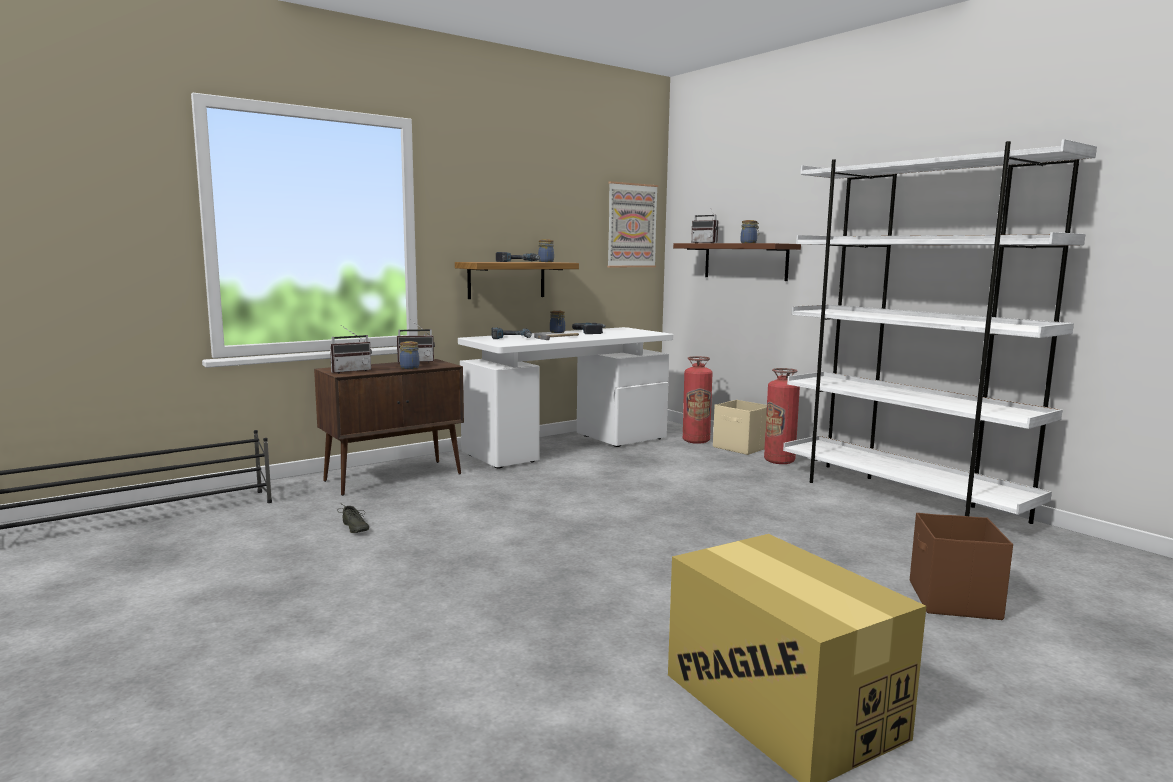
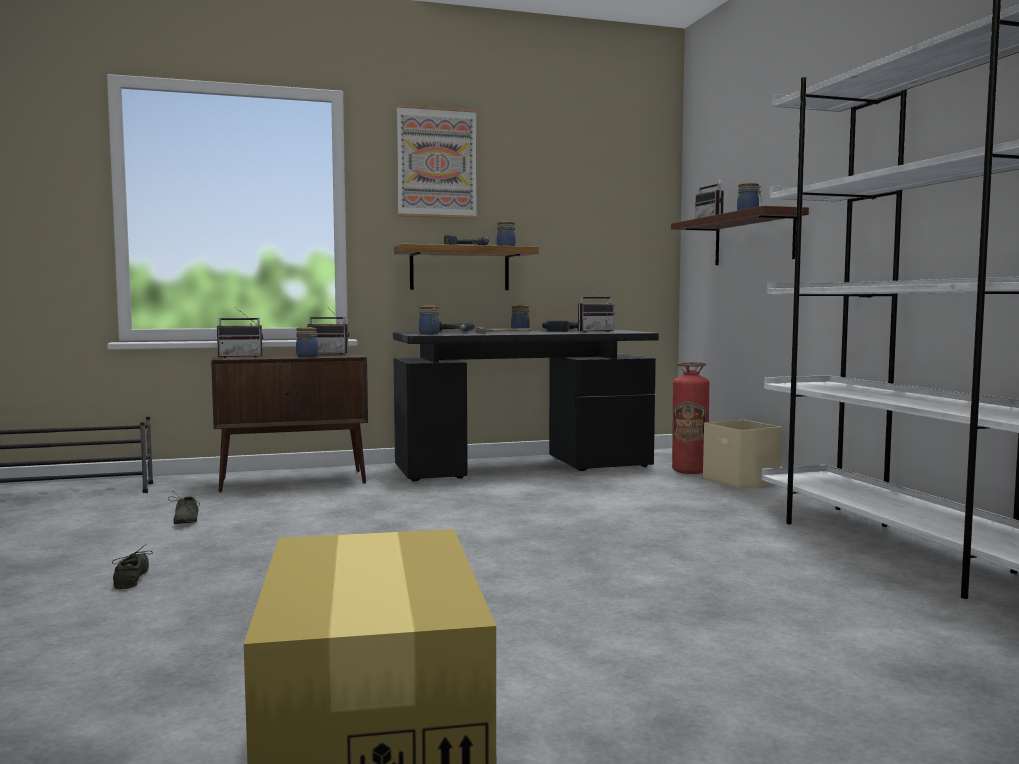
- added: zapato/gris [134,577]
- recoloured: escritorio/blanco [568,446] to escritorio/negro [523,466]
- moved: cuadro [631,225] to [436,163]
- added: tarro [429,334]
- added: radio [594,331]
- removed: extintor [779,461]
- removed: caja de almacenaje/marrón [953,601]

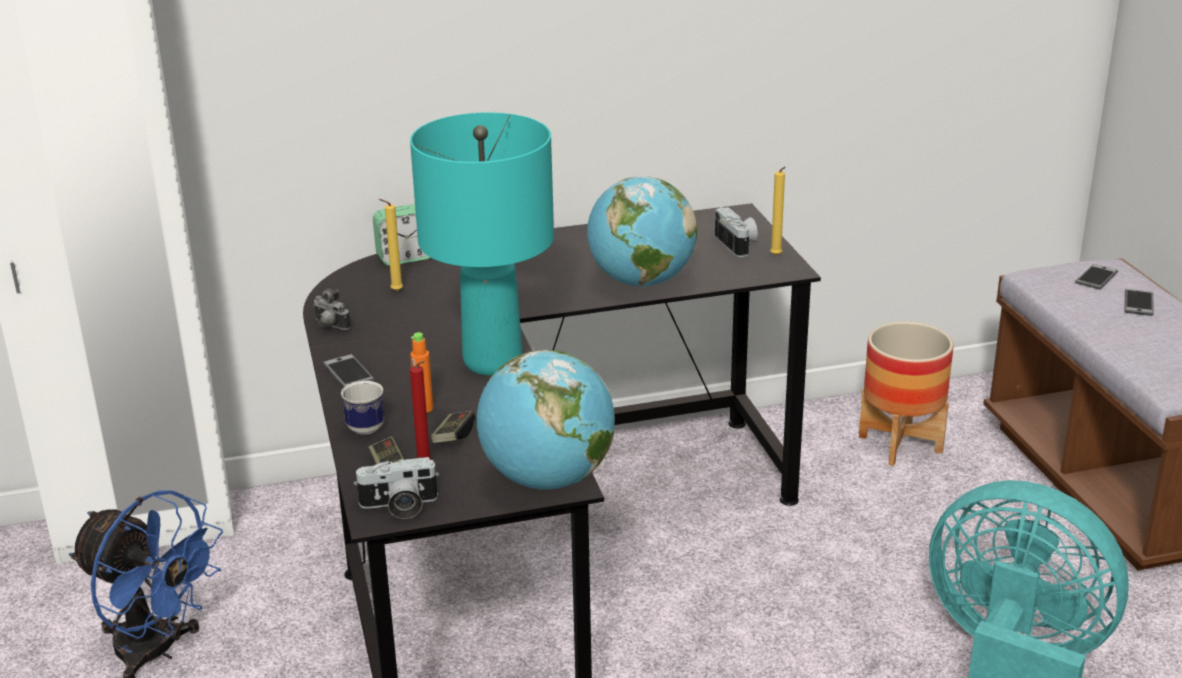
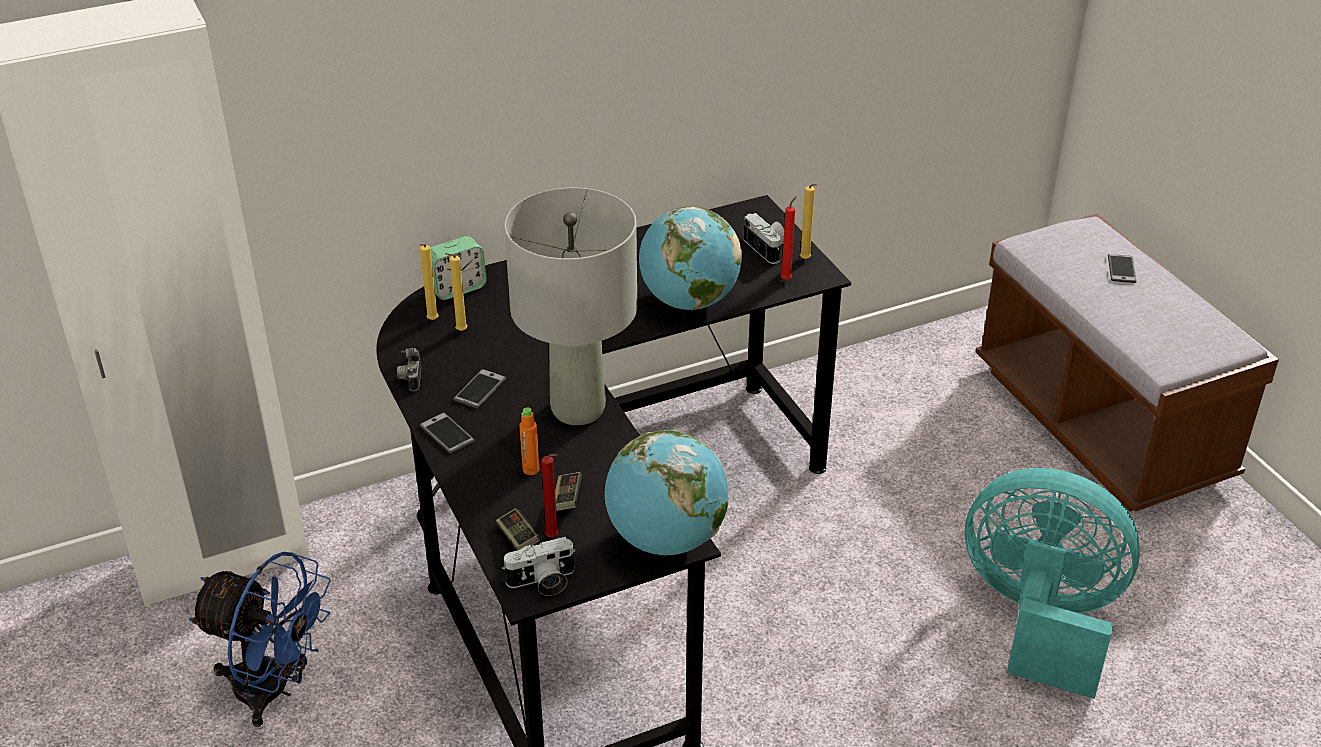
- turned: cámara [329,326] = [410,379] 60 degrees clockwise
- added: vela/amarillo [432,321]
- moved: móvil [1096,278] to [480,390]
- recoloured: lámpara de mesa/turquesa [494,361] to lámpara de mesa/gris [579,408]
- added: vela/rojo [787,279]
- removed: taza grande [363,425]
- removed: maceta [900,444]

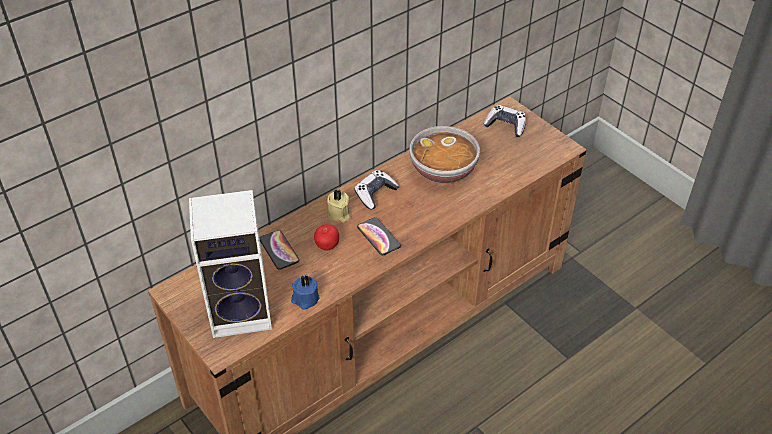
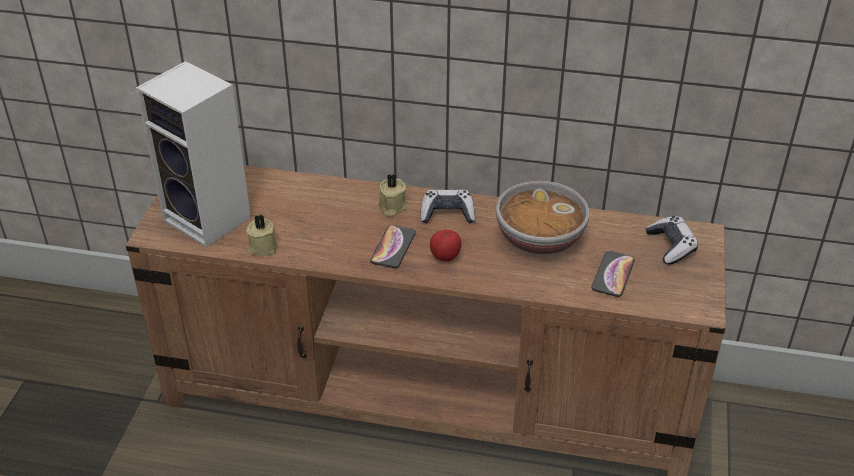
- recoloured: vela/azul [305,299] to vela/beis [262,246]
- moved: manzana [327,247] to [445,258]
- moved: móvil [279,250] to [613,274]

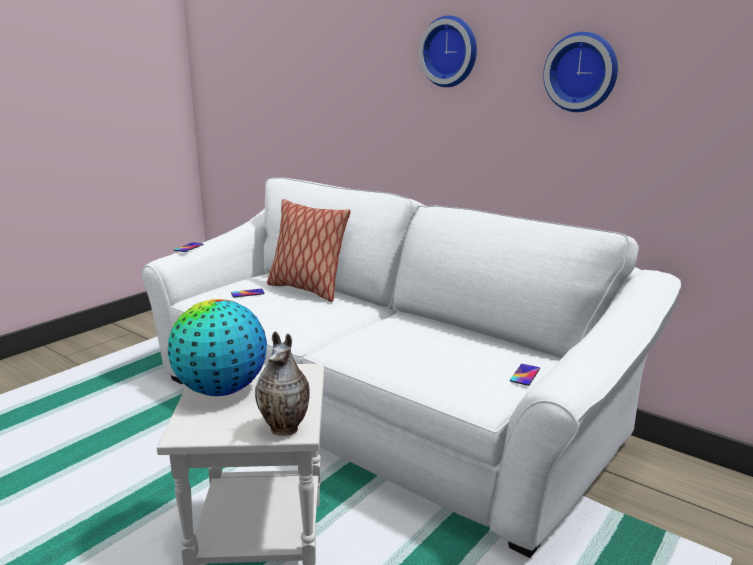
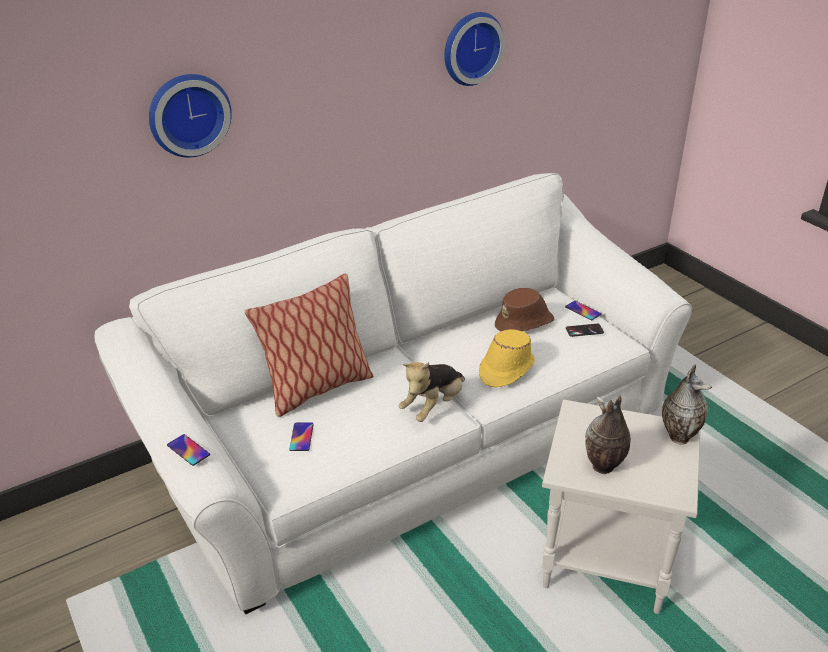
- moved: reloj de pared [450,52] to [188,114]
- added: peluche [433,406]
- added: sombrero/amarillo [506,369]
- added: sombrero/marrón [525,323]
- added: móvil [584,330]
- replaced: globo terráqueo [221,390] to florero [603,467]

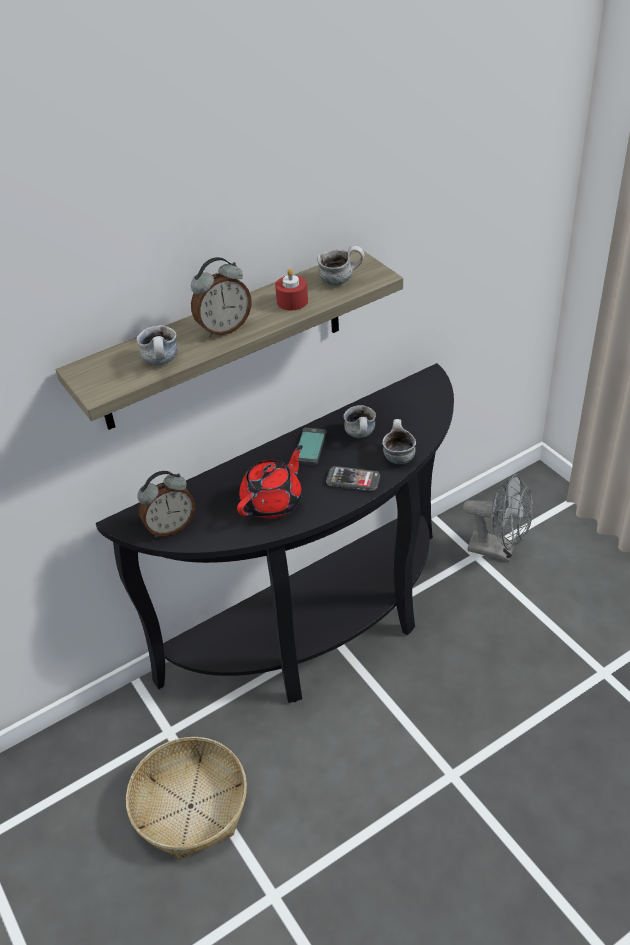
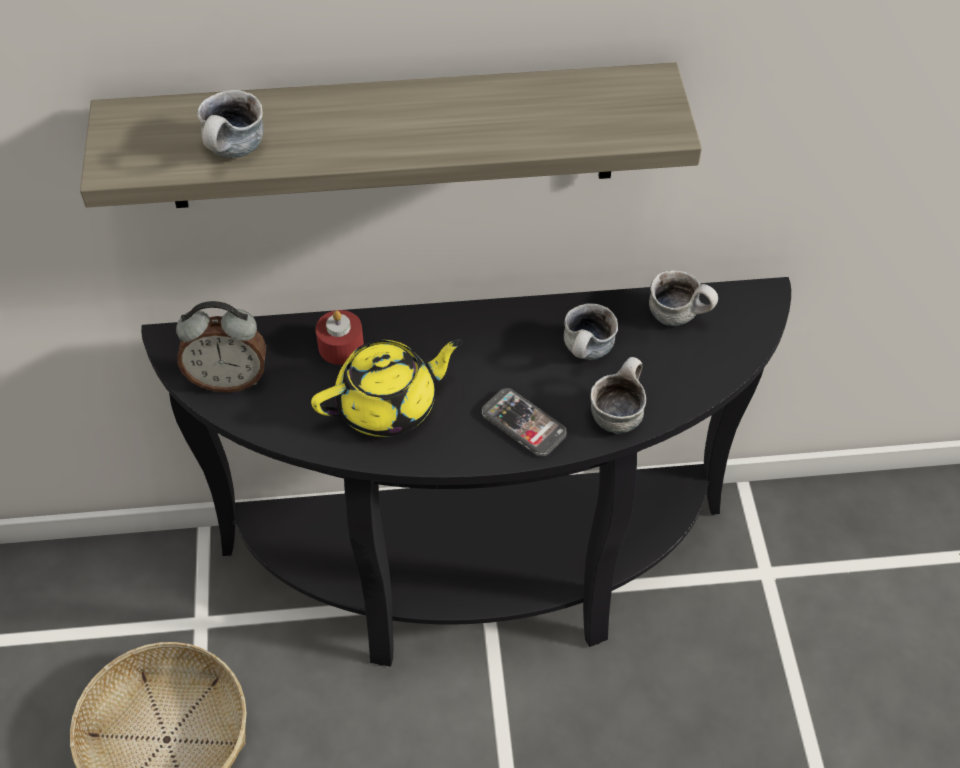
- recoloured: tetera/rojo [273,502] to tetera/amarillo [389,405]
- moved: vela/rojo [292,301] to [341,346]
- moved: taza grande [341,279] to [680,315]
- removed: despertador [224,328]
- removed: móvil [310,447]
- removed: ventilador/gris [498,550]

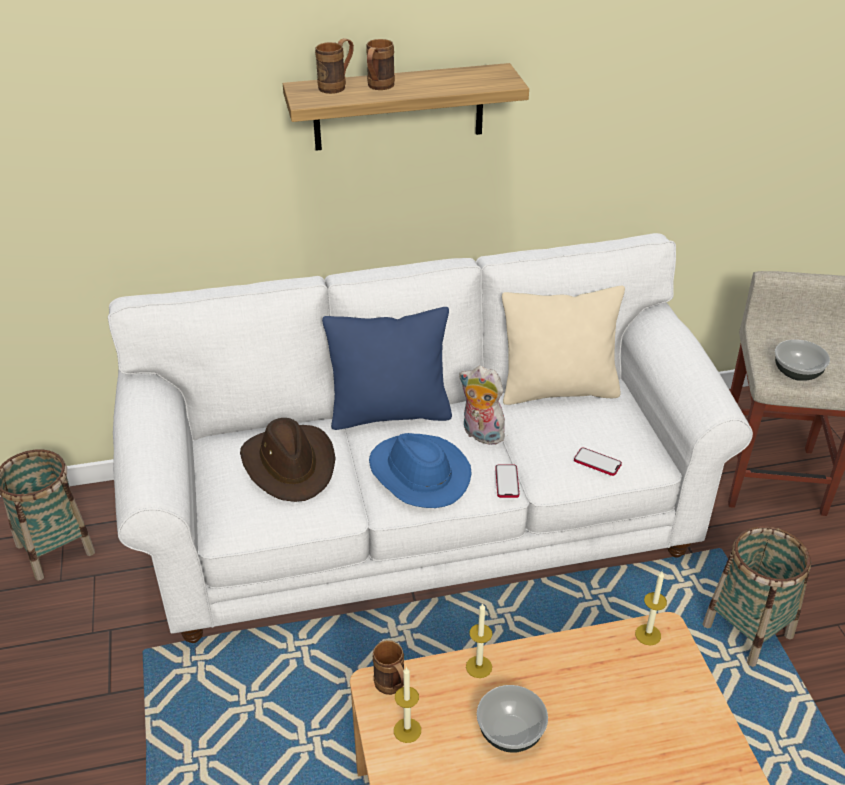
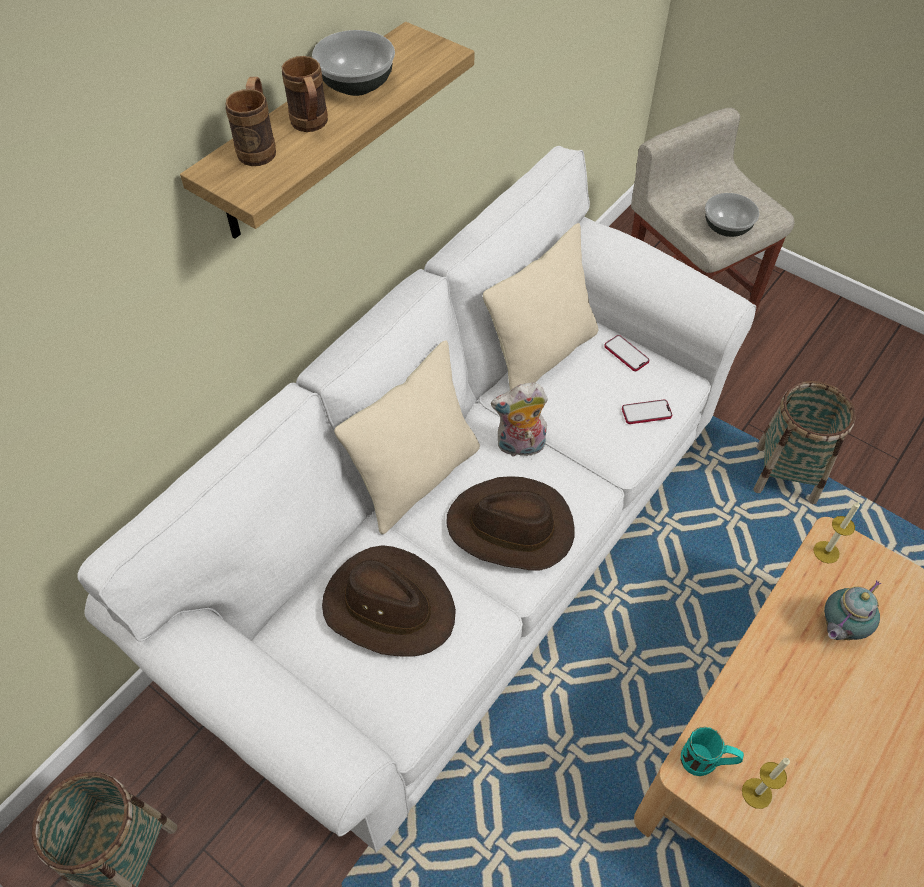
- moved: cuenco [509,732] to [355,85]
- recoloured: cojín/azul [390,413] to cojín/beis [417,478]
- recoloured: sombrero/azul [418,474] to sombrero/marrón [511,528]
- moved: móvil [507,482] to [626,354]
- recoloured: taza grande/marrón [393,688] to taza grande/turquesa [705,763]
- added: tetera [839,628]
- removed: vela [479,667]

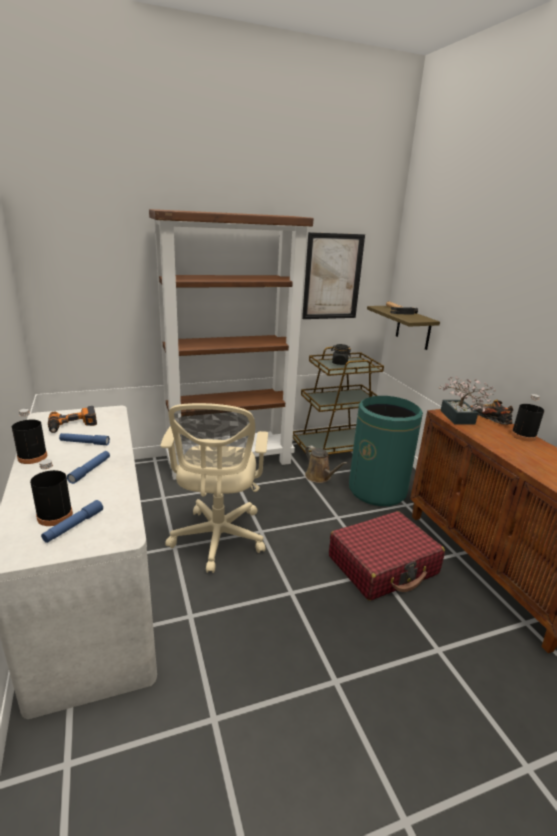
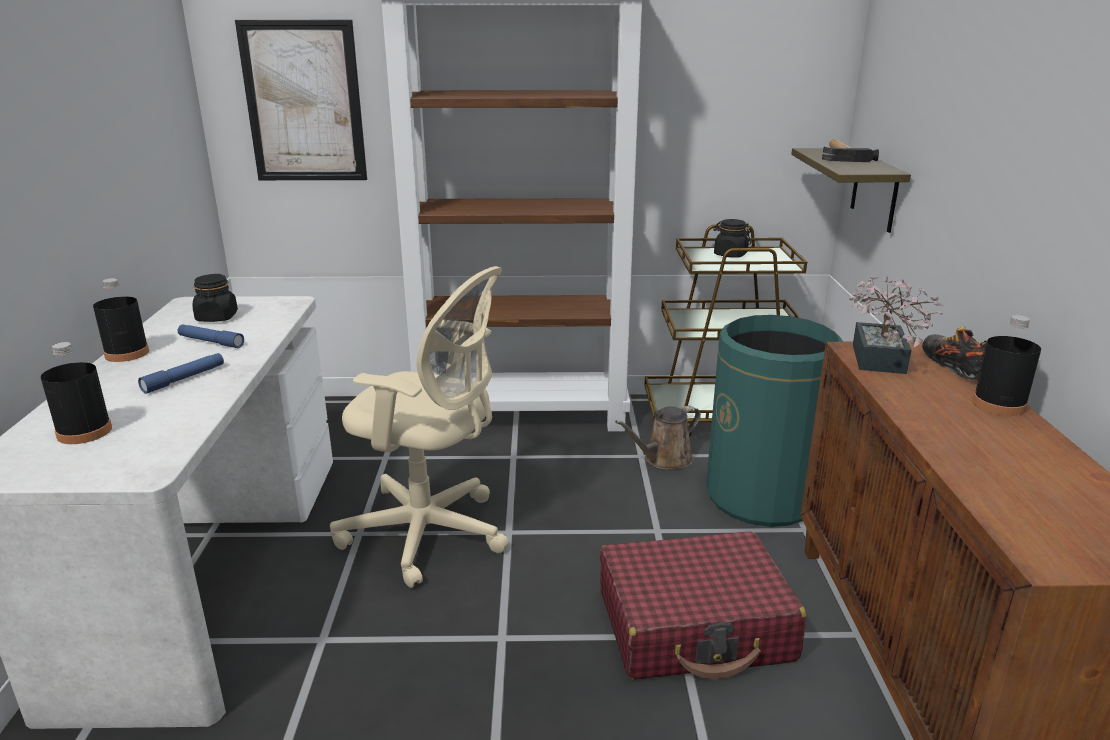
- replaced: taladro [73,425] to tarro/negro [217,317]
- moved: cuadro [332,277] to [304,102]
- turned: silla de oficina/beis [217,540] = [430,534] 90 degrees counterclockwise
- turned: regadera/marrón [319,477] = [664,460] 75 degrees clockwise
- removed: linterna/azul [74,526]

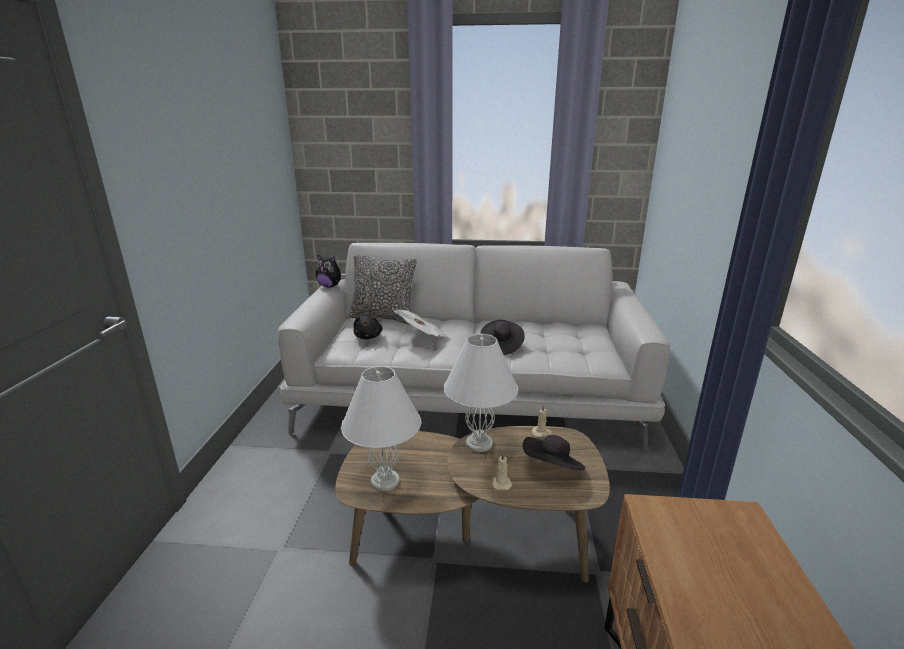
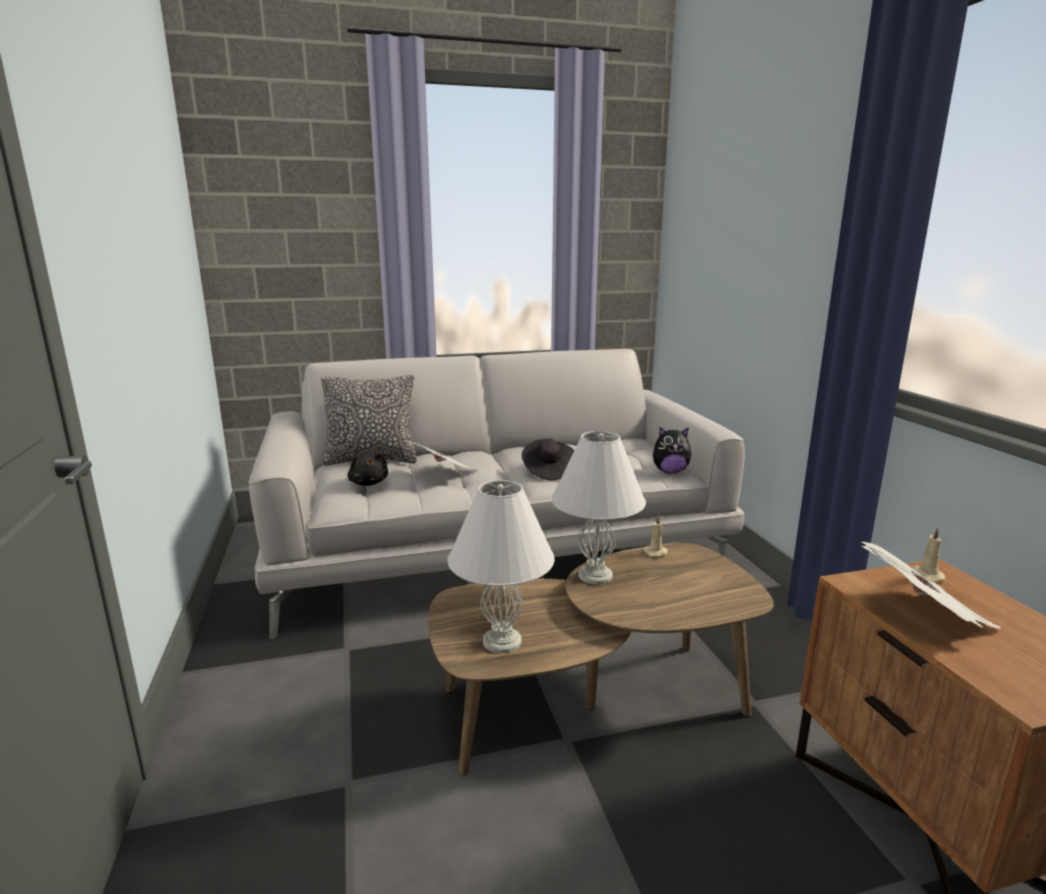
- moved: peluche [330,286] to [670,471]
- added: periódico [922,616]
- moved: vela/beis [501,483] to [925,575]
- removed: sombrero/negro [552,468]

